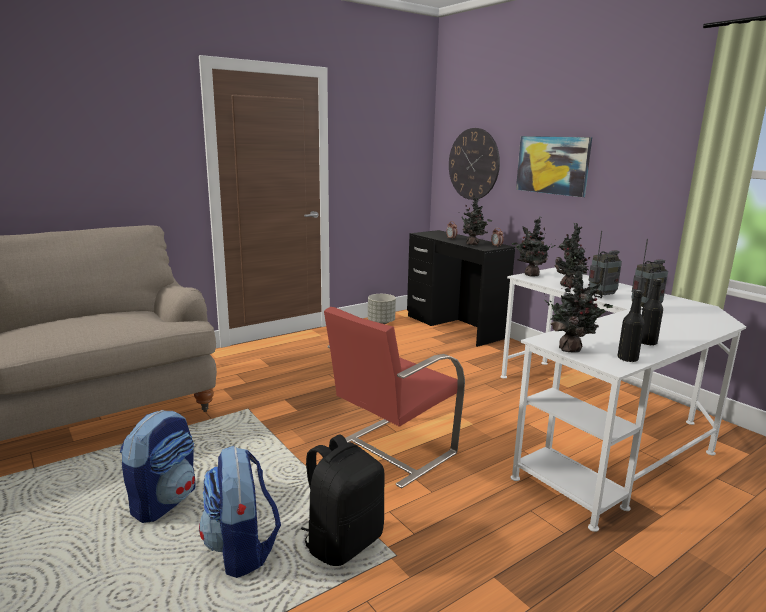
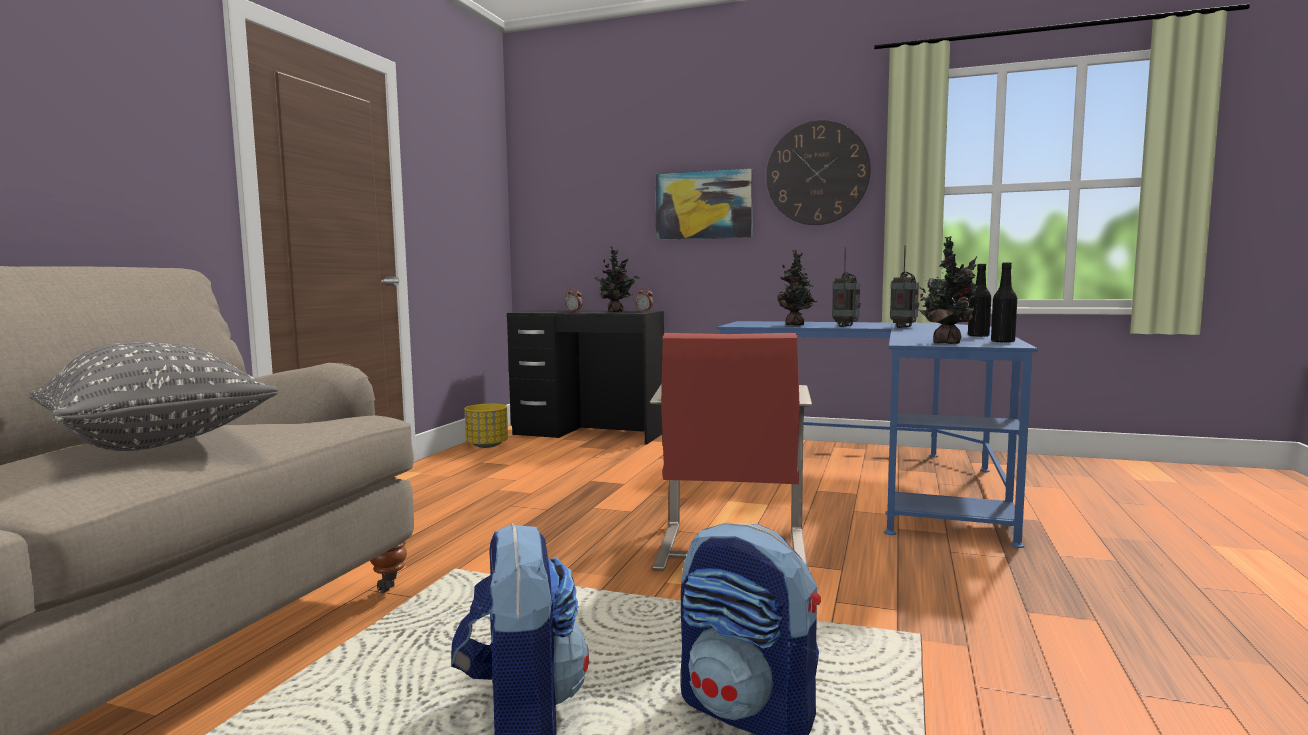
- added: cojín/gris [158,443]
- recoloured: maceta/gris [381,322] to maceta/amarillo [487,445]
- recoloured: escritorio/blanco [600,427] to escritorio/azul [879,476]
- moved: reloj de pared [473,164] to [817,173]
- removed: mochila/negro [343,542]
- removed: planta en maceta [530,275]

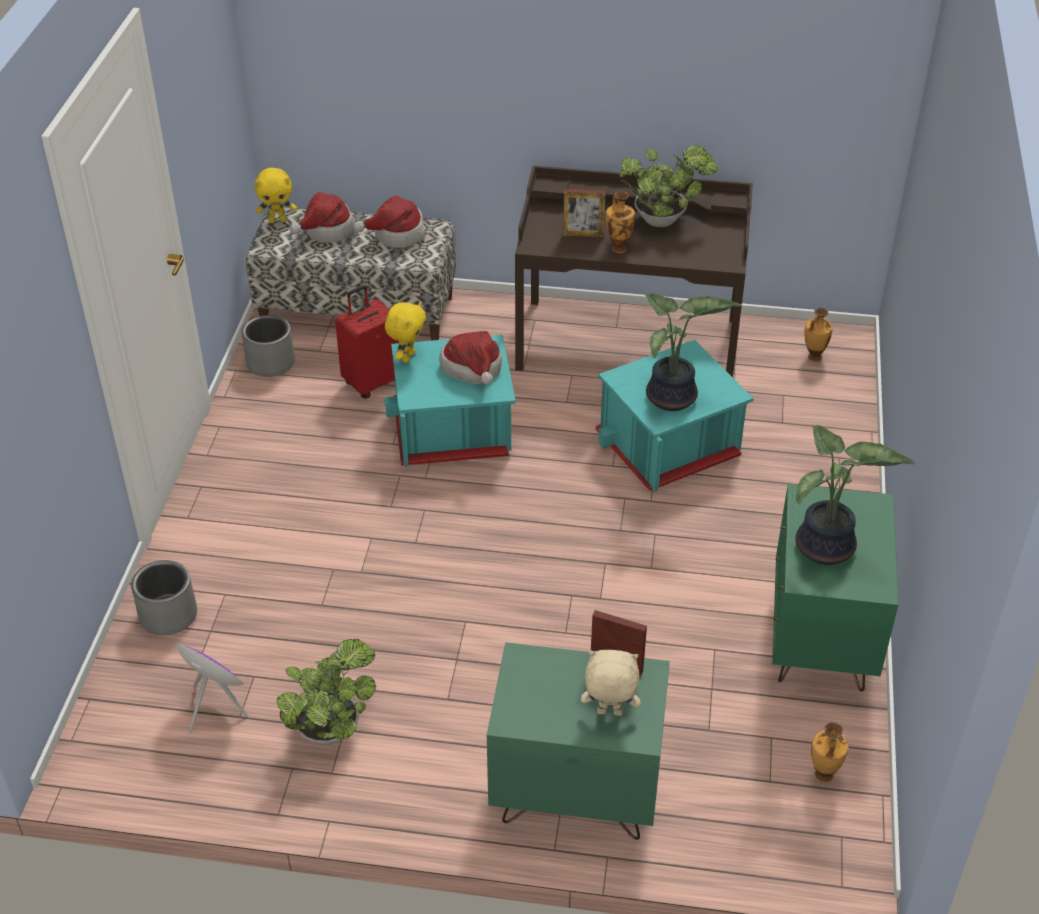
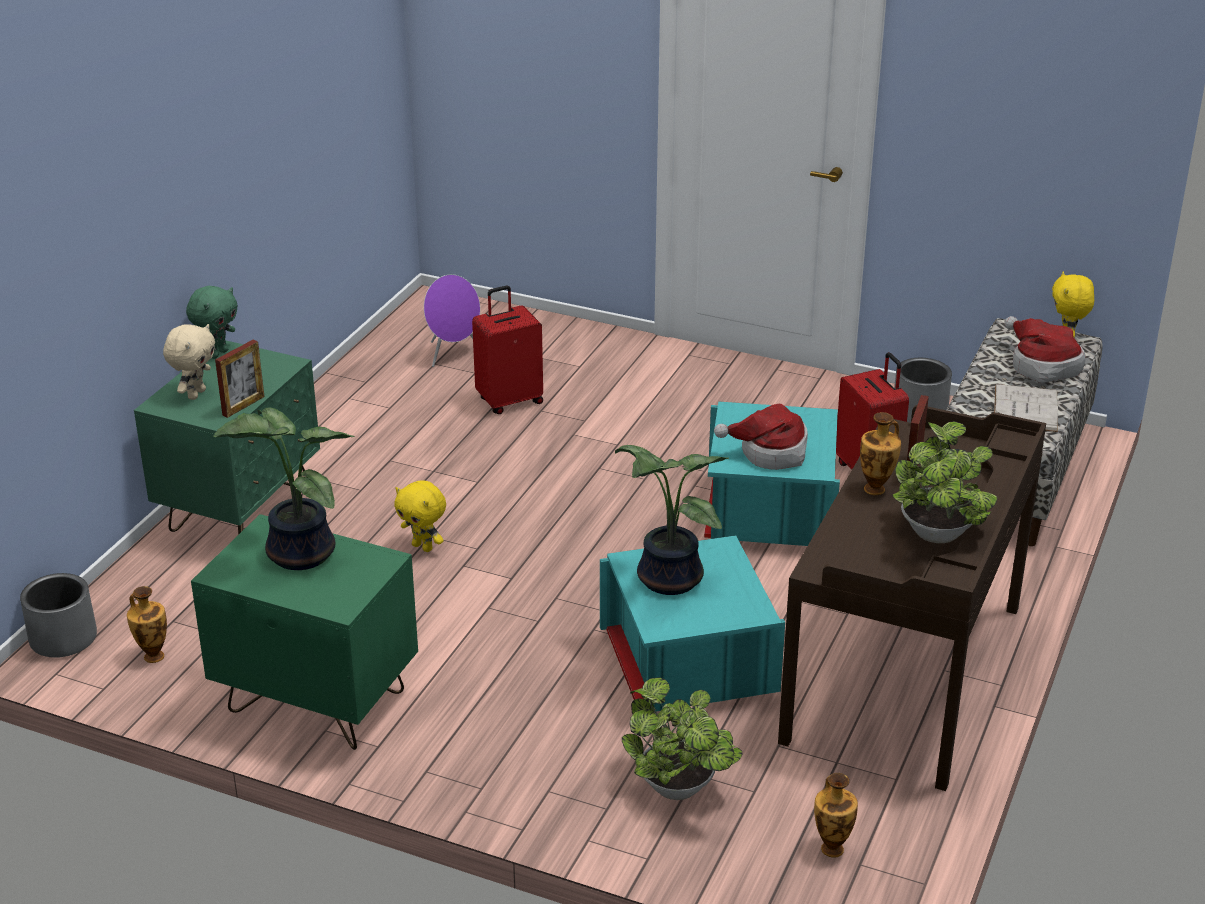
- moved: maceta/gris [169,615] to [63,639]
- added: peluche/verde [218,353]
- moved: peluche/amarillo [407,356] to [423,547]
- added: maleta/rojo [509,400]
- moved: planta en maceta [331,727] to [680,790]
- replaced: sombrero [396,234] to libro/blanco [1025,408]

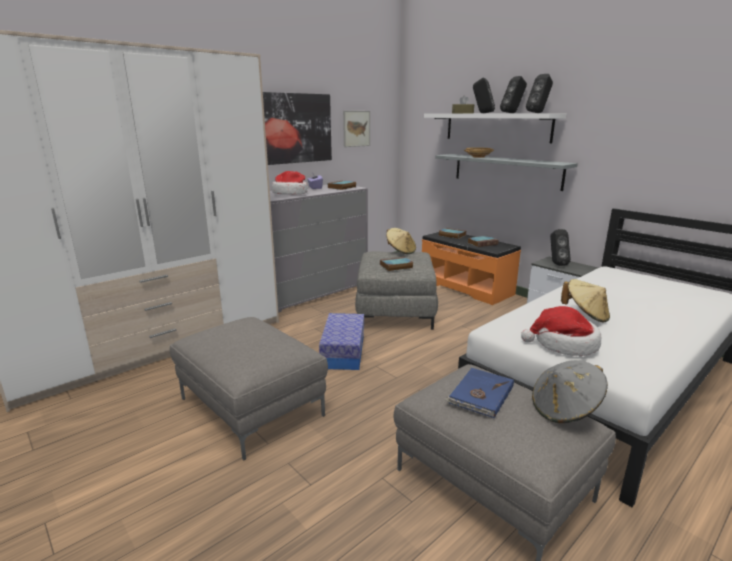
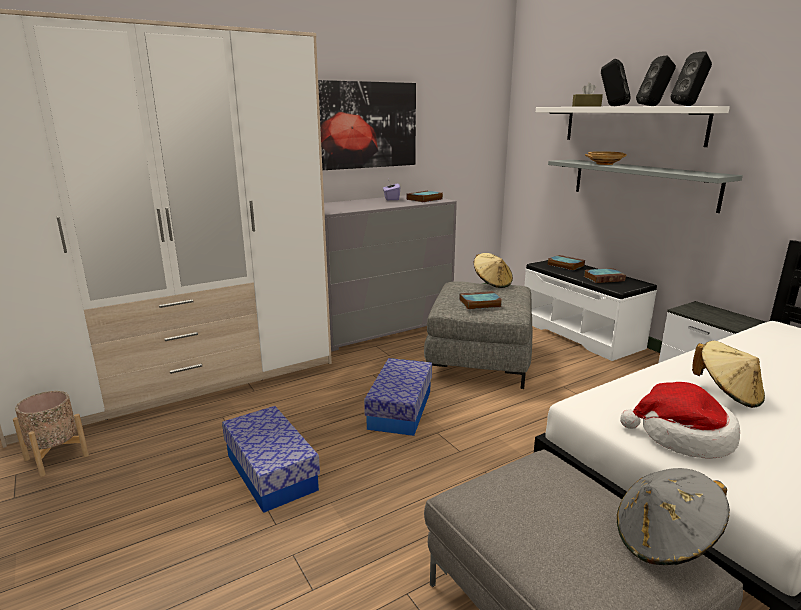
- added: maceta/beis [57,457]
- replaced: puf/gris [253,407] to caja de almacenaje [271,472]
- recoloured: banco/naranja [466,287] to banco/blanco [580,334]
- removed: sombrero [291,193]
- removed: cuadro [356,128]
- removed: libro/azul [480,394]
- removed: altavoz/negro [556,264]

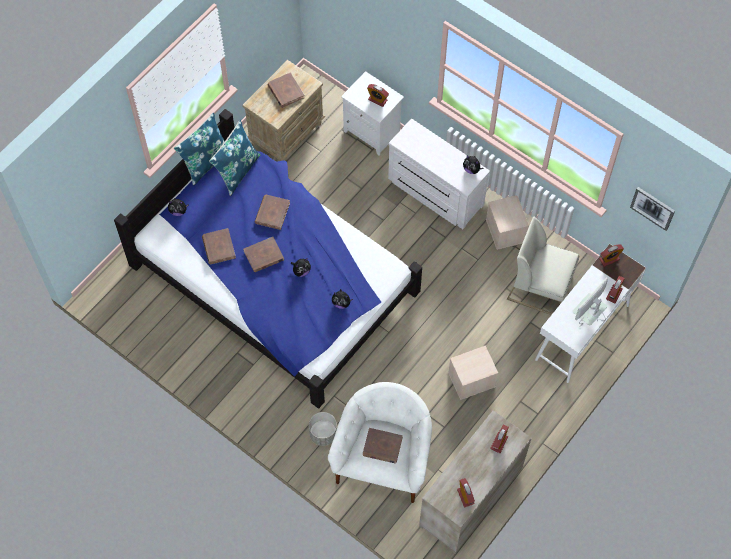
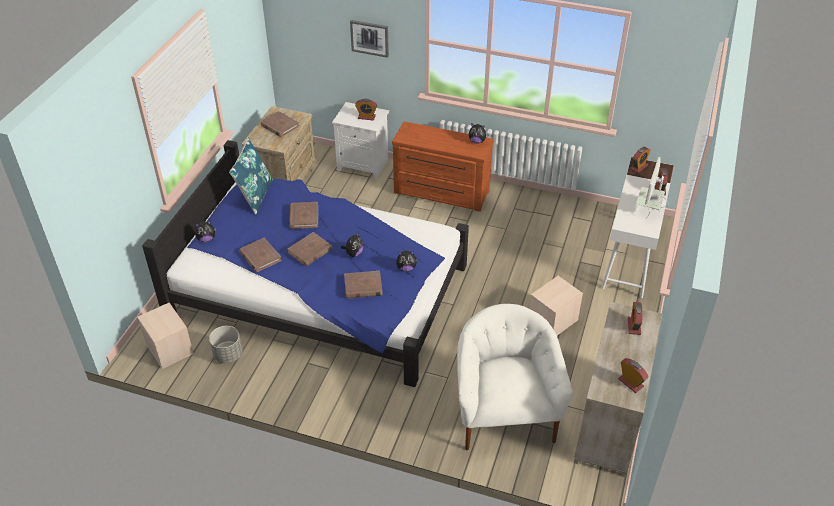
- moved: caja de almacenaje/beis [506,231] to [170,348]
- moved: maceta/gris [323,434] to [228,354]
- moved: libro/marrón [382,446] to [363,286]
- moved: cuadro [653,208] to [369,38]
- recoloured: cómoda/blanco [434,193] to cómoda/marrón [441,193]
- removed: cojín/azul [206,162]
- removed: silla/blanco [540,287]

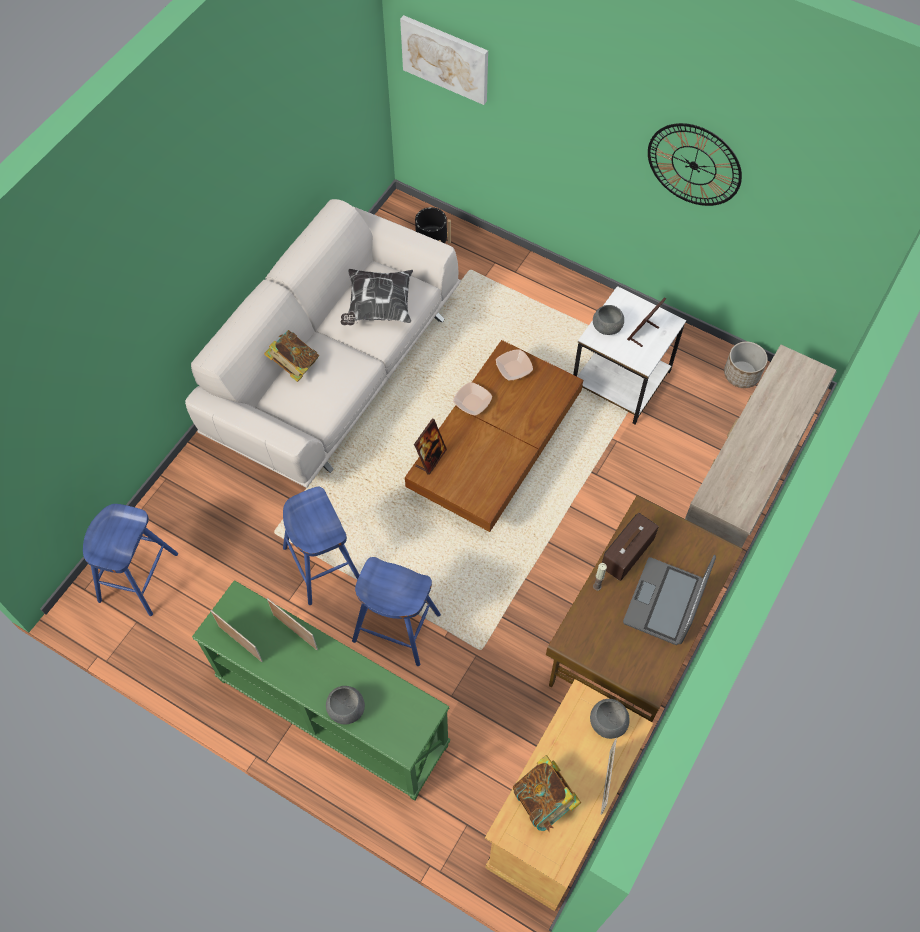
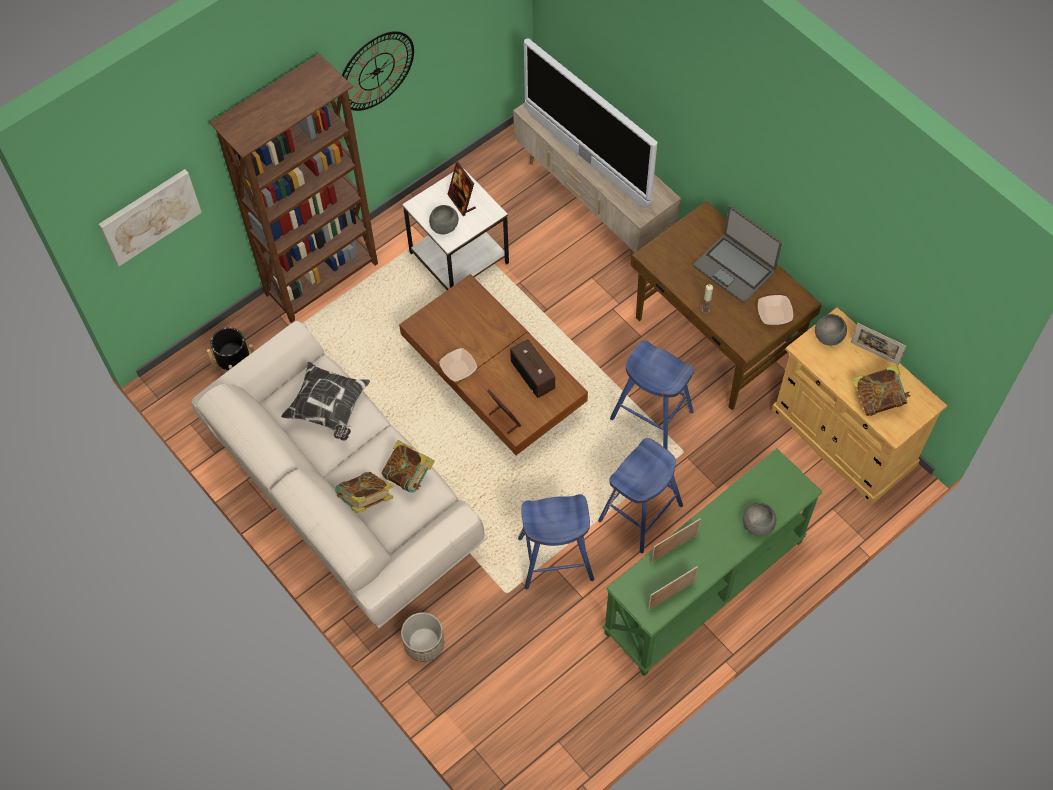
- added: estantería/marrón [323,279]
- added: libro [409,475]
- moved: maceta [741,374] to [424,644]
- moved: radio [627,554] to [533,375]
- added: televisor [586,159]
- moved: taburete/azul [138,577] to [652,415]
- moved: cuenco [513,369] to [774,314]

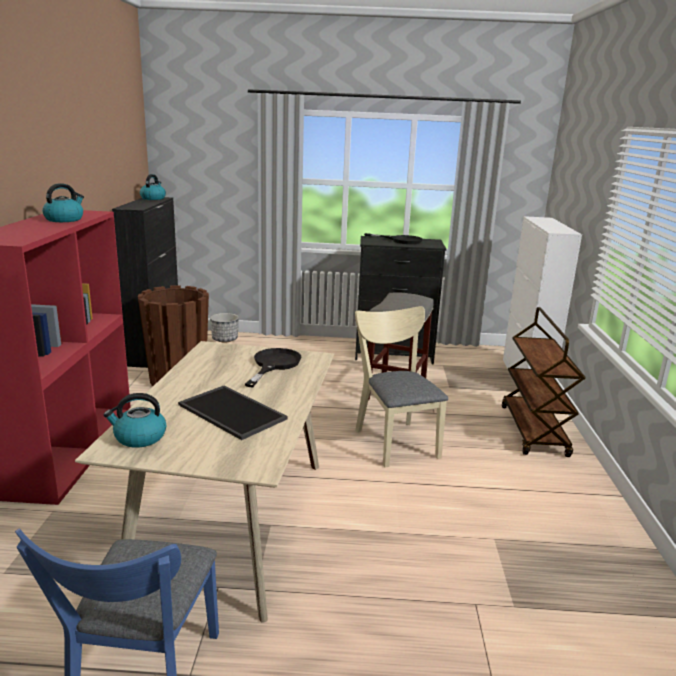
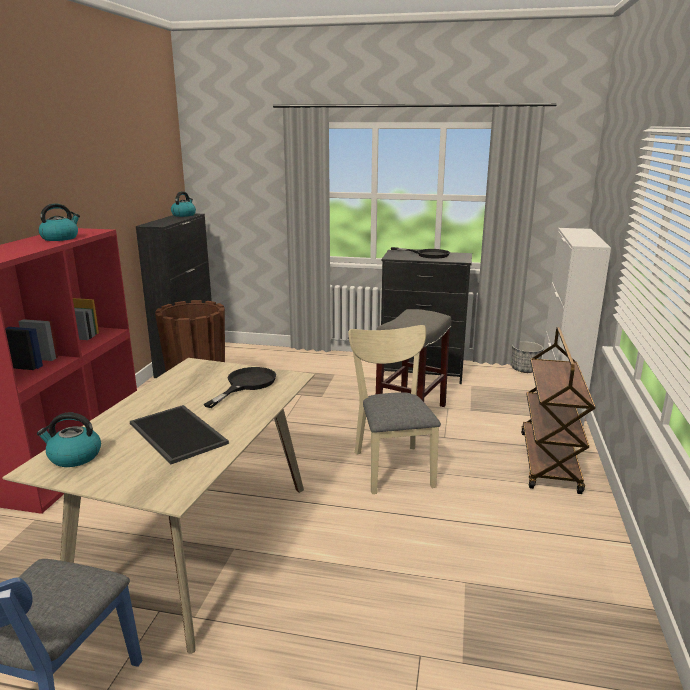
- moved: maceta [225,339] to [525,369]

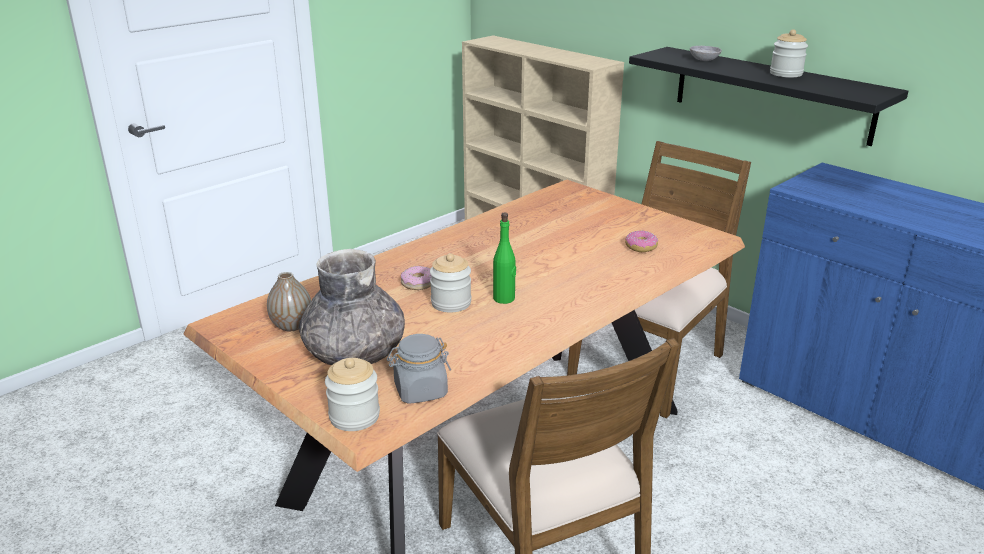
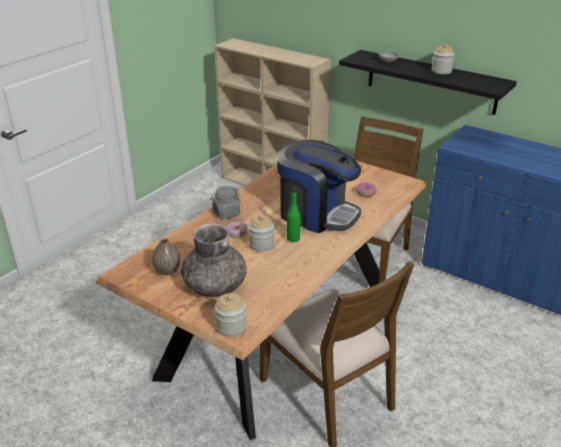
- moved: tarro/gris [420,391] to [226,214]
- added: cafetera [317,214]

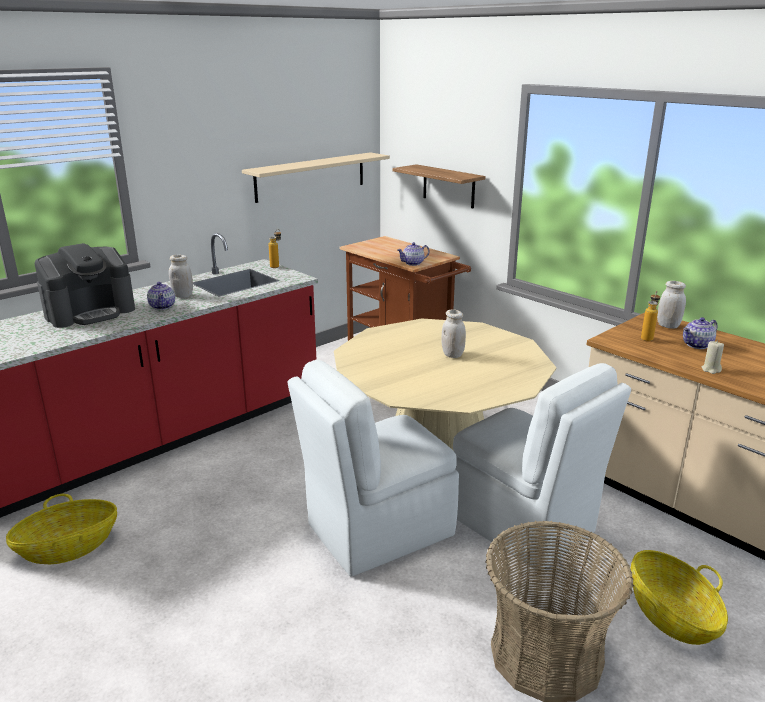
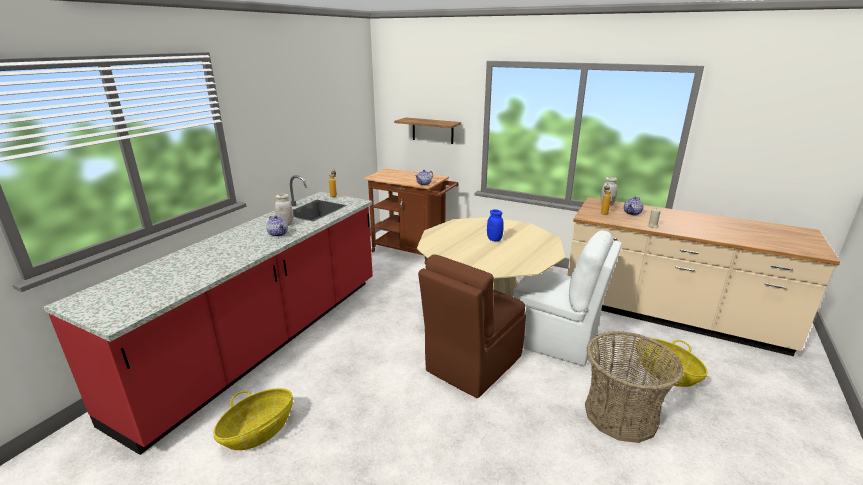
- recoloured: silla/blanco [376,531] to silla/marrón [472,364]
- recoloured: tarro/blanco [452,355] to tarro/azul [494,239]
- removed: cafetera [90,312]
- removed: estante/beis [311,176]

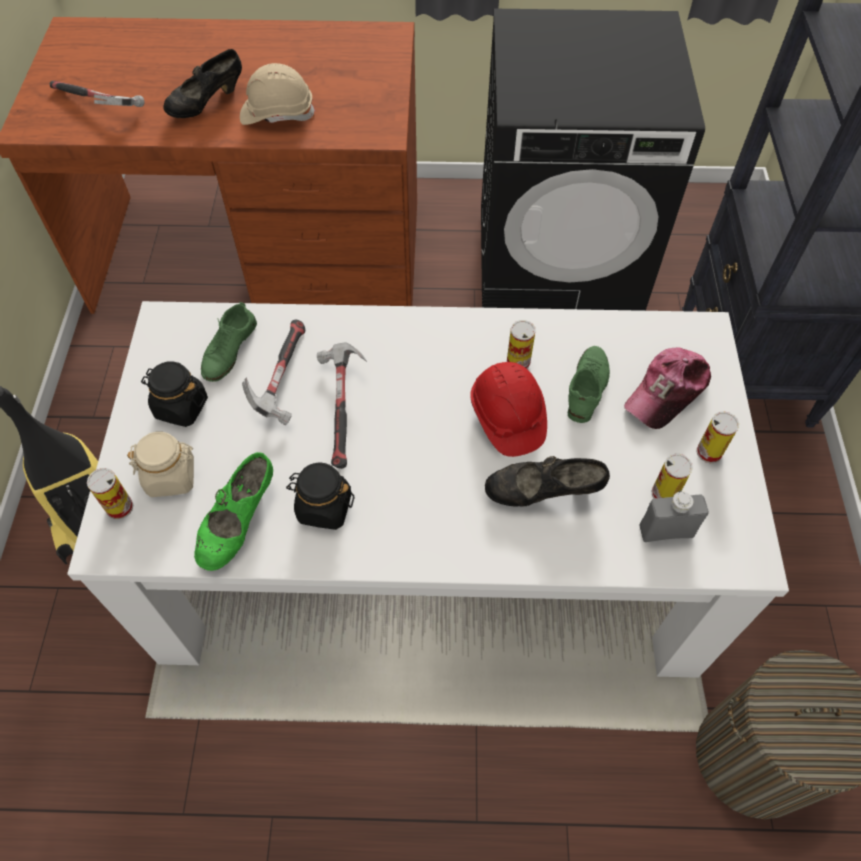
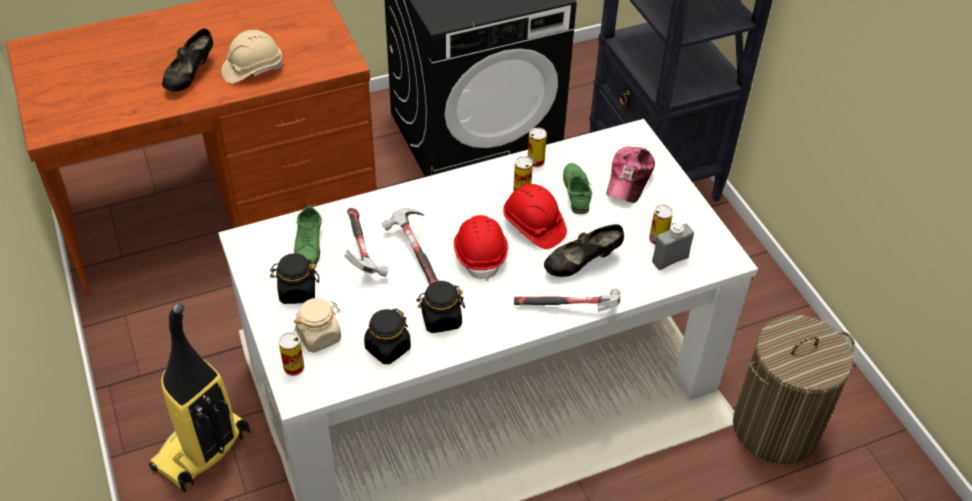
- replaced: zapato/verde [239,523] to tarro/negro [387,348]
- added: casco/rojo [480,254]
- moved: martillo [98,106] to [570,309]
- moved: lata [709,452] to [535,161]

